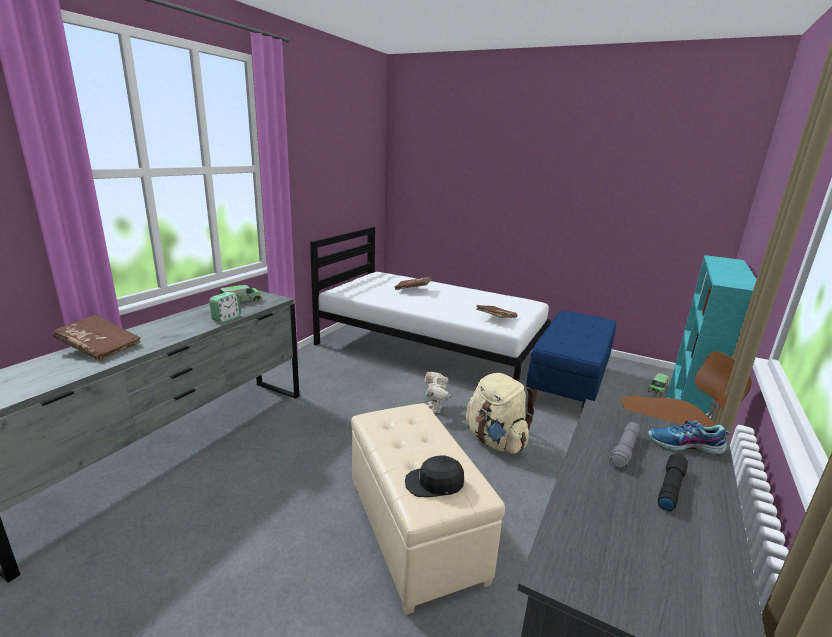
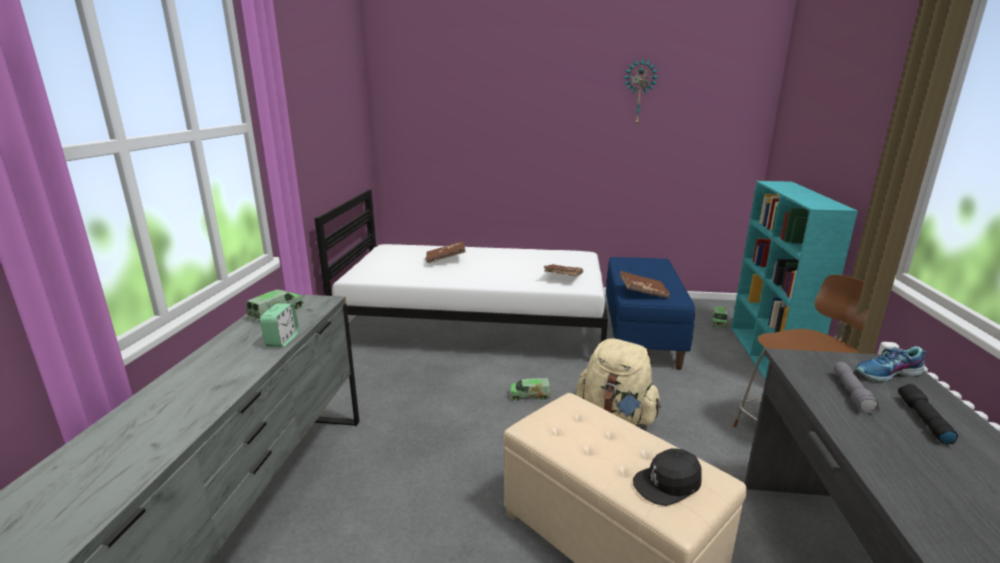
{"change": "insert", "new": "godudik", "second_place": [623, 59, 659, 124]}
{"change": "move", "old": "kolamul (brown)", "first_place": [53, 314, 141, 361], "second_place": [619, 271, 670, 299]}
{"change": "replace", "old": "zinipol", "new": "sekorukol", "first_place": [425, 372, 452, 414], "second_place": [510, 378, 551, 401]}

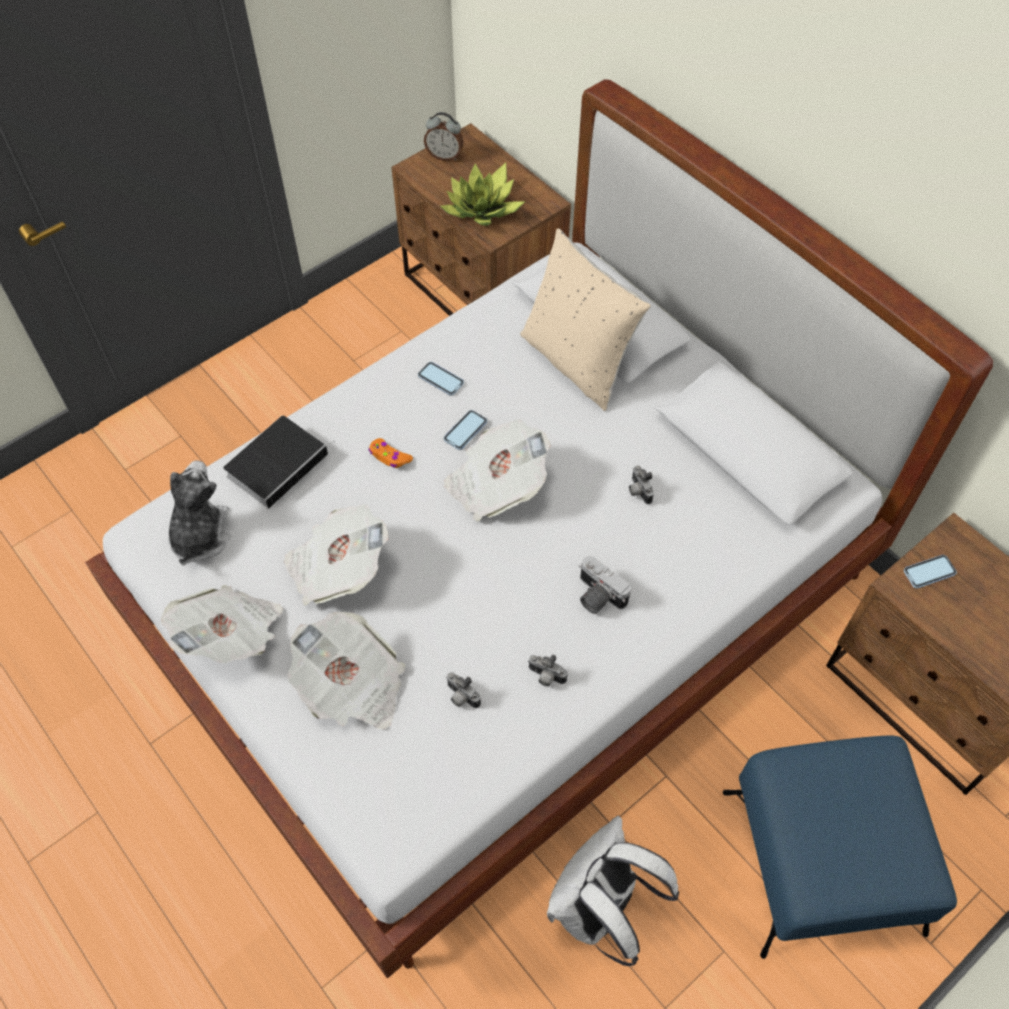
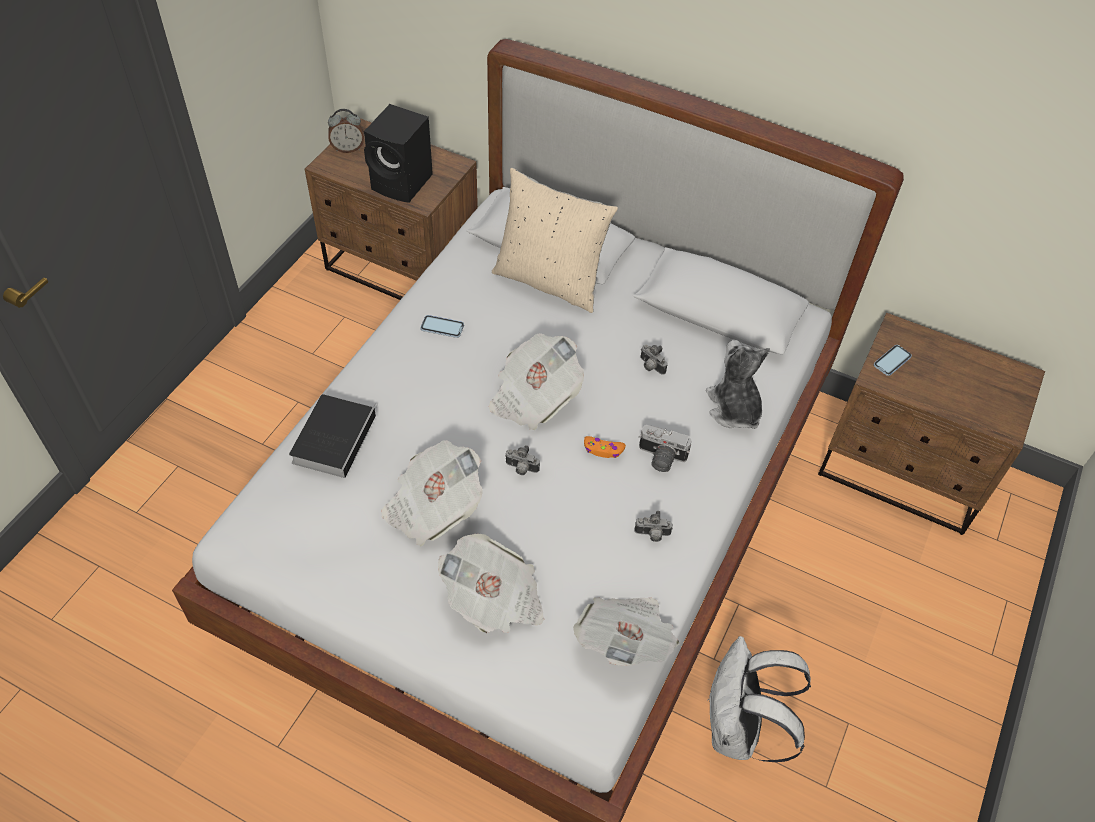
{"change": "delete", "old": "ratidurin", "first_place": [444, 410, 487, 450]}
{"change": "delete", "old": "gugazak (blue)", "first_place": [723, 736, 957, 959]}
{"change": "move", "old": "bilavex", "first_place": [161, 585, 283, 663], "second_place": [573, 597, 679, 666]}
{"change": "move", "old": "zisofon", "first_place": [169, 460, 230, 566], "second_place": [706, 340, 770, 429]}
{"change": "move", "old": "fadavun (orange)", "first_place": [368, 438, 413, 468], "second_place": [584, 436, 626, 458]}
{"change": "move", "old": "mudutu", "first_place": [446, 672, 481, 708], "second_place": [505, 445, 540, 475]}
{"change": "replace", "old": "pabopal", "new": "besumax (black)", "first_place": [441, 163, 524, 226], "second_place": [364, 104, 433, 203]}

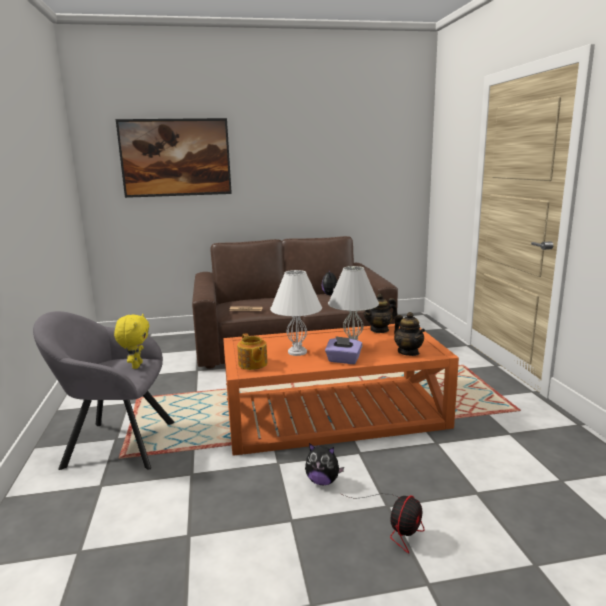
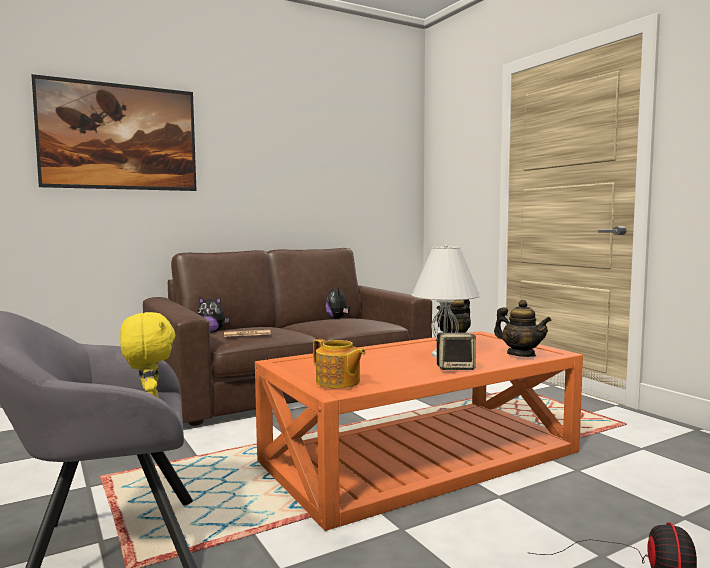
{"change": "delete", "old": "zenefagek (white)", "first_place": [270, 270, 322, 356]}
{"change": "move", "old": "zisofon", "first_place": [305, 443, 344, 485], "second_place": [197, 297, 229, 333]}
{"change": "replace", "old": "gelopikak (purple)", "new": "besumax", "first_place": [325, 336, 362, 364], "second_place": [436, 332, 476, 370]}

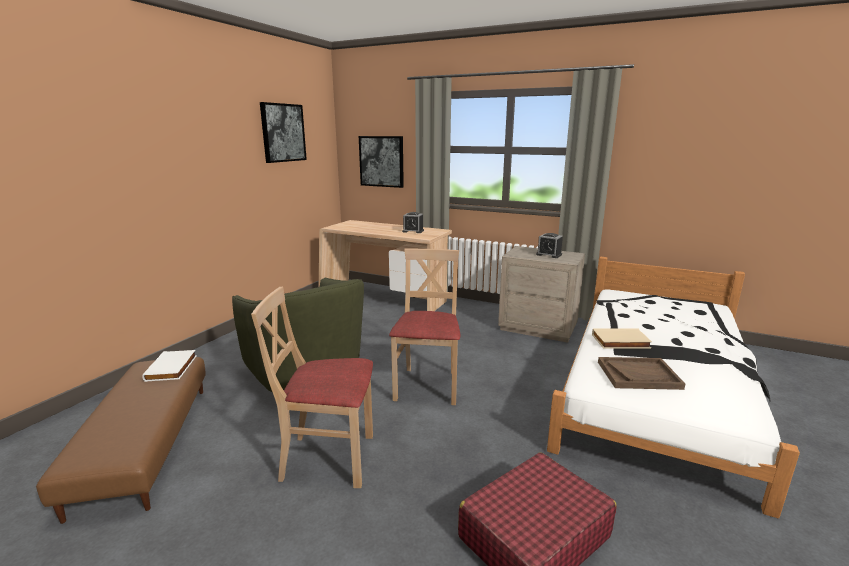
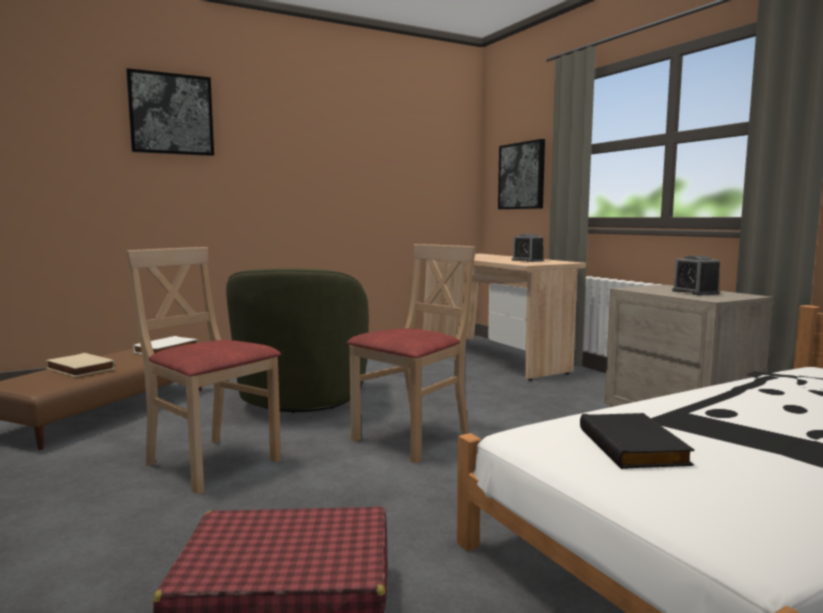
{"change": "move", "old": "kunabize", "first_place": [260, 102, 307, 163], "second_place": [126, 68, 214, 156]}
{"change": "move", "old": "kolamul (beige)", "first_place": [592, 328, 652, 348], "second_place": [46, 353, 115, 377]}
{"change": "replace", "old": "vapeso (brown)", "new": "kolamul (black)", "first_place": [598, 357, 685, 390], "second_place": [580, 413, 694, 469]}

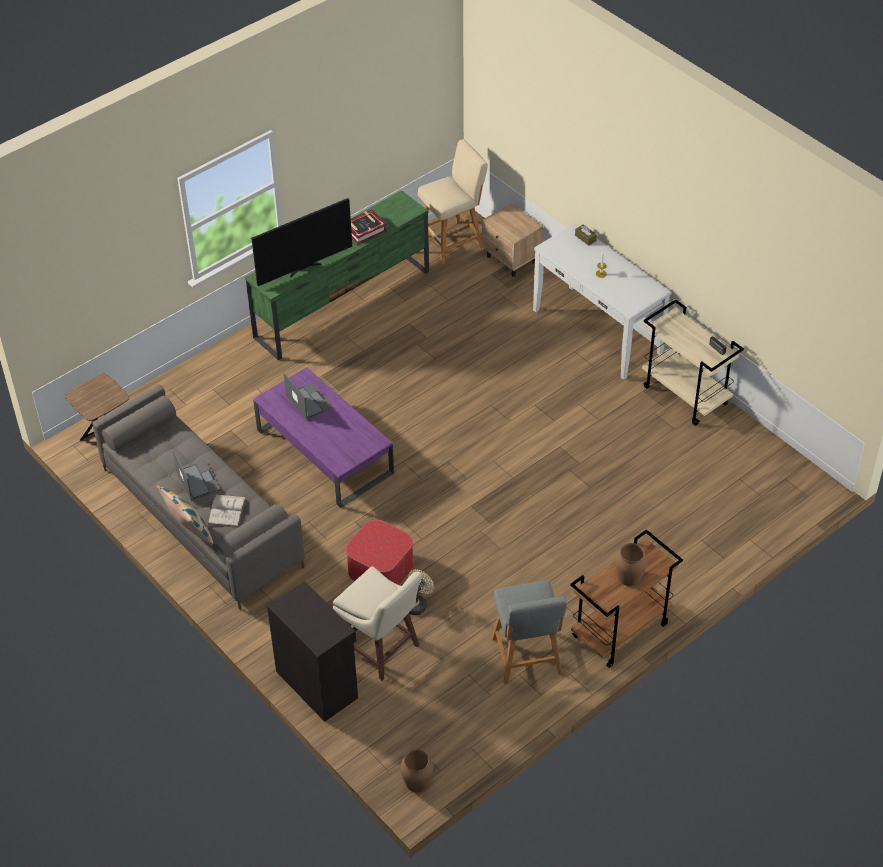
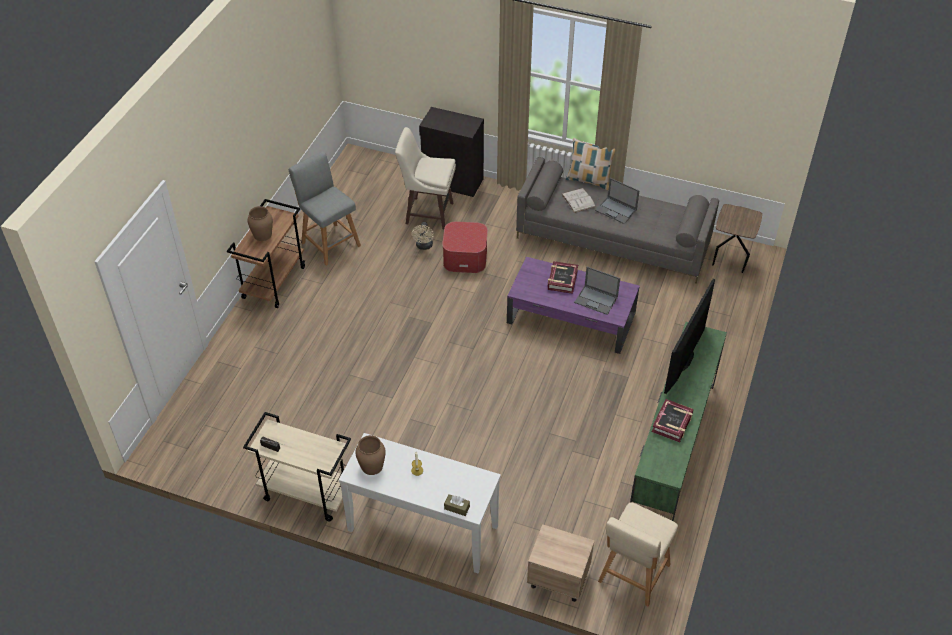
{"change": "insert", "new": "kolamul", "second_place": [548, 261, 578, 294]}
{"change": "move", "old": "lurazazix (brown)", "first_place": [400, 749, 433, 792], "second_place": [355, 435, 386, 475]}

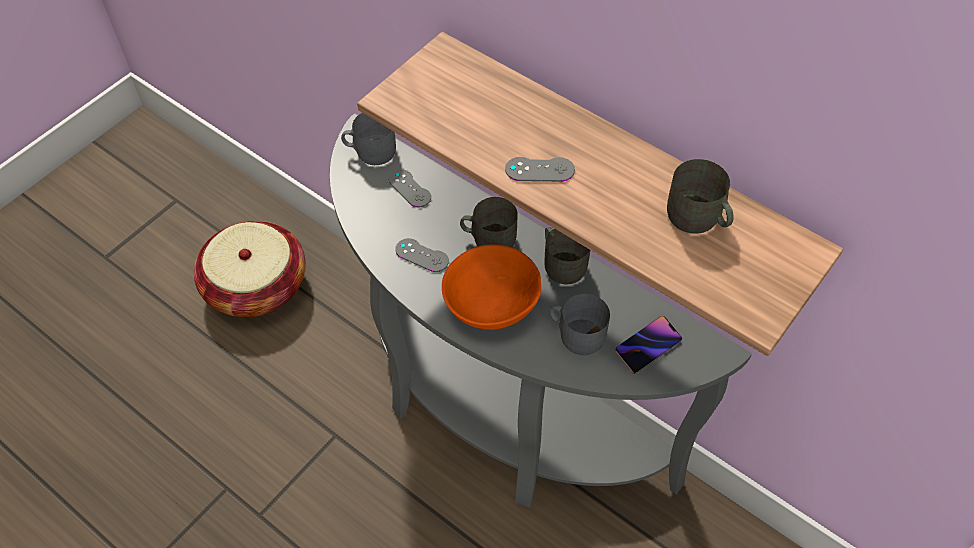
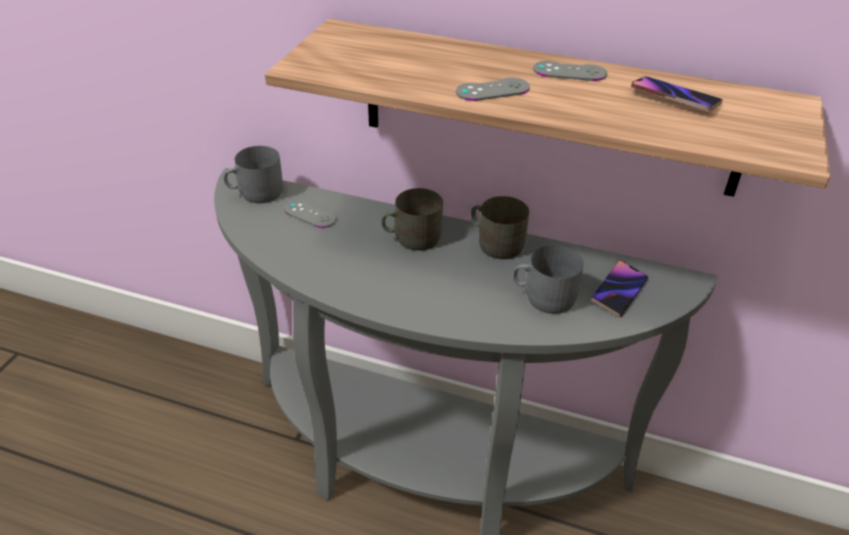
{"change": "delete", "old": "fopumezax", "first_place": [194, 221, 306, 317]}
{"change": "delete", "old": "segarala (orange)", "first_place": [442, 244, 541, 330]}
{"change": "move", "old": "fadavun (grey)", "first_place": [395, 238, 449, 272], "second_place": [533, 61, 607, 81]}
{"change": "replace", "old": "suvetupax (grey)", "new": "ratidurin", "first_place": [667, 159, 734, 234], "second_place": [631, 76, 723, 111]}

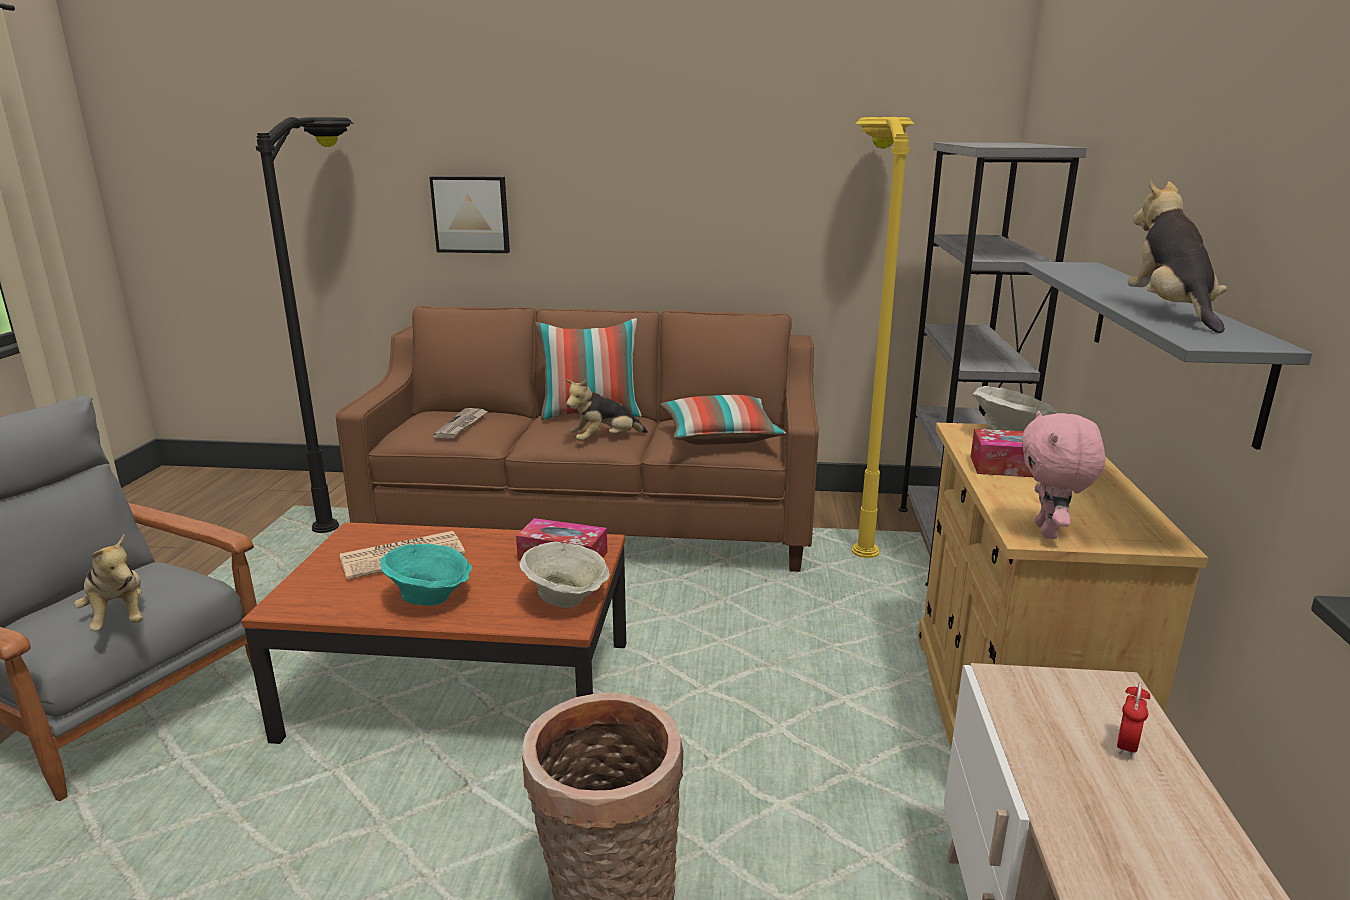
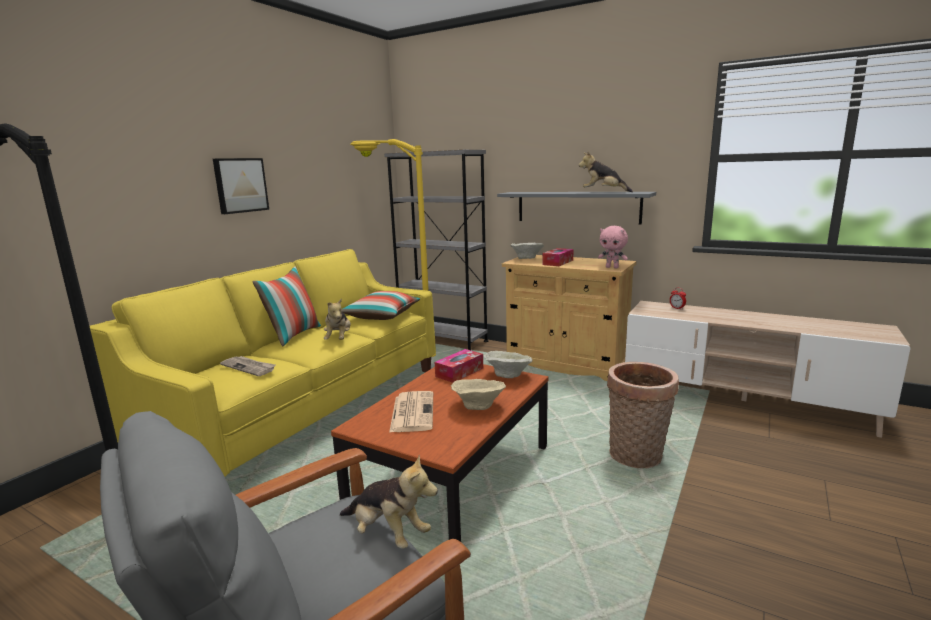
{"change": "move", "old": "kunabize", "first_place": [429, 176, 510, 253], "second_place": [213, 158, 269, 214]}
{"change": "recolor", "old": "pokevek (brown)", "new": "pokevek (yellow)", "first_place": [336, 306, 819, 572], "second_place": [90, 249, 436, 476]}
{"change": "recolor", "old": "segarala (turquoise)", "new": "segarala (beige)", "first_place": [380, 544, 472, 606], "second_place": [451, 379, 506, 410]}
{"change": "rotate", "old": "zisofon", "first_place": [74, 535, 143, 631], "second_place": [340, 455, 438, 549], "degrees": 45}

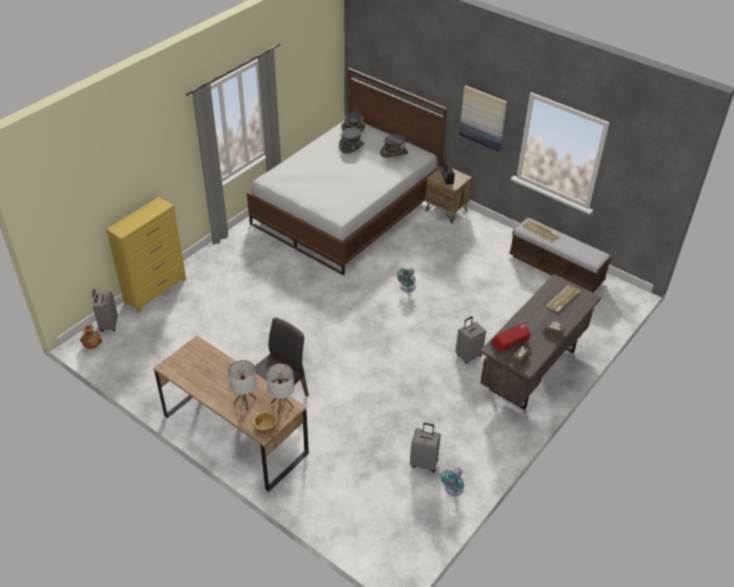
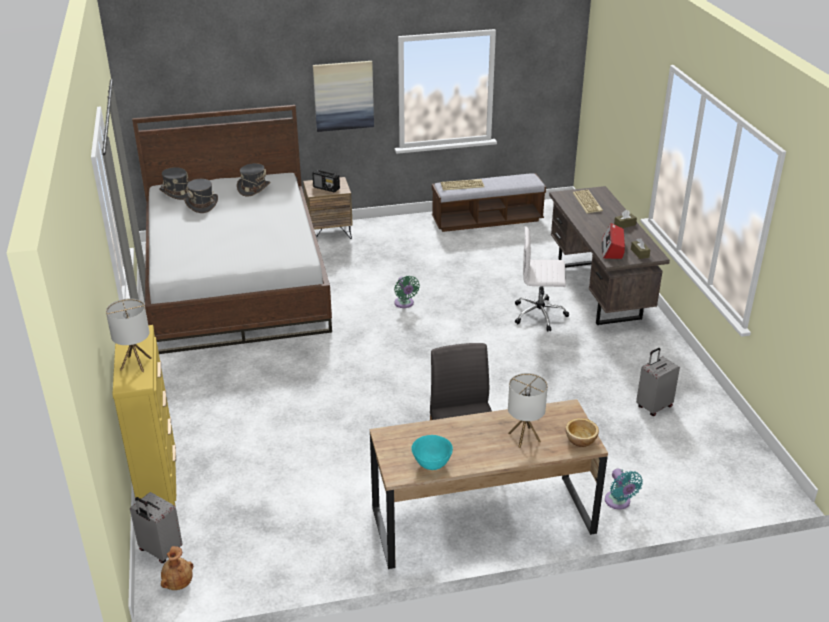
{"change": "insert", "new": "segarala (turquoise)", "second_place": [411, 435, 453, 470]}
{"change": "move", "old": "zenefagek", "first_place": [266, 364, 294, 414], "second_place": [106, 298, 152, 372]}
{"change": "move", "old": "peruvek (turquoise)", "first_place": [440, 467, 464, 496], "second_place": [605, 469, 643, 510]}
{"change": "replace", "old": "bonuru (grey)", "new": "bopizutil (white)", "first_place": [455, 317, 486, 364], "second_place": [515, 226, 569, 332]}

